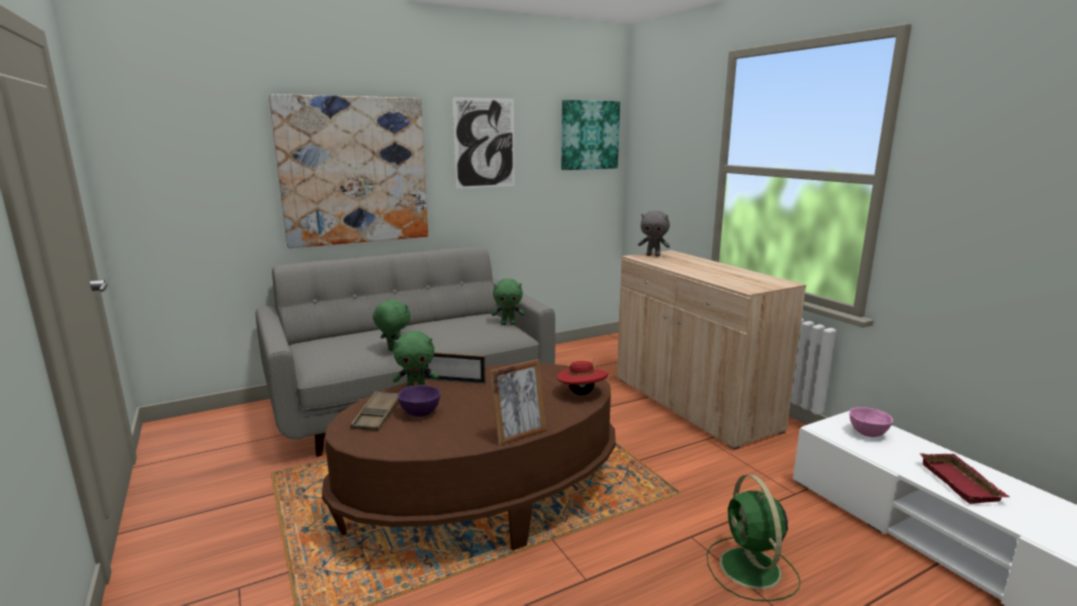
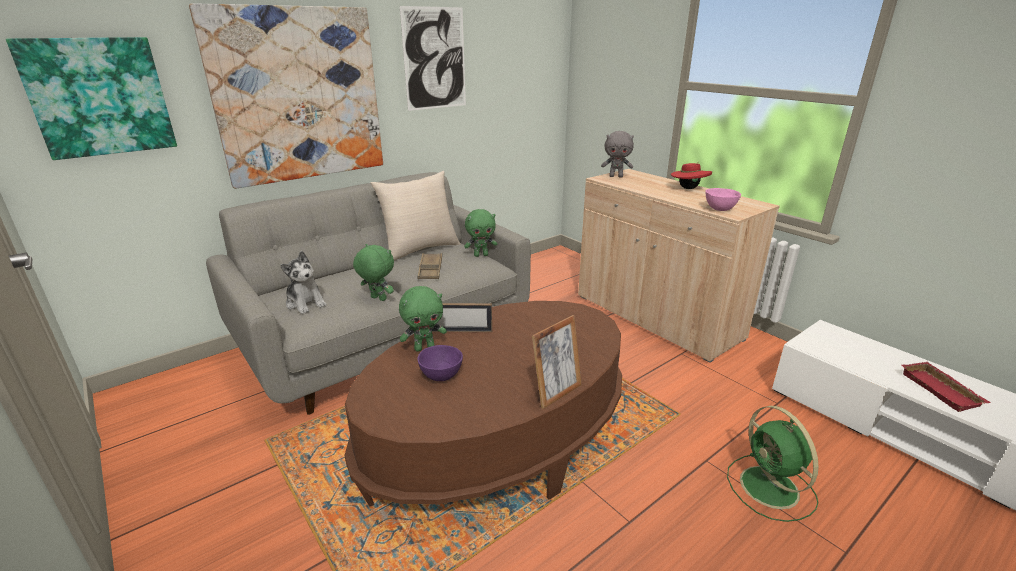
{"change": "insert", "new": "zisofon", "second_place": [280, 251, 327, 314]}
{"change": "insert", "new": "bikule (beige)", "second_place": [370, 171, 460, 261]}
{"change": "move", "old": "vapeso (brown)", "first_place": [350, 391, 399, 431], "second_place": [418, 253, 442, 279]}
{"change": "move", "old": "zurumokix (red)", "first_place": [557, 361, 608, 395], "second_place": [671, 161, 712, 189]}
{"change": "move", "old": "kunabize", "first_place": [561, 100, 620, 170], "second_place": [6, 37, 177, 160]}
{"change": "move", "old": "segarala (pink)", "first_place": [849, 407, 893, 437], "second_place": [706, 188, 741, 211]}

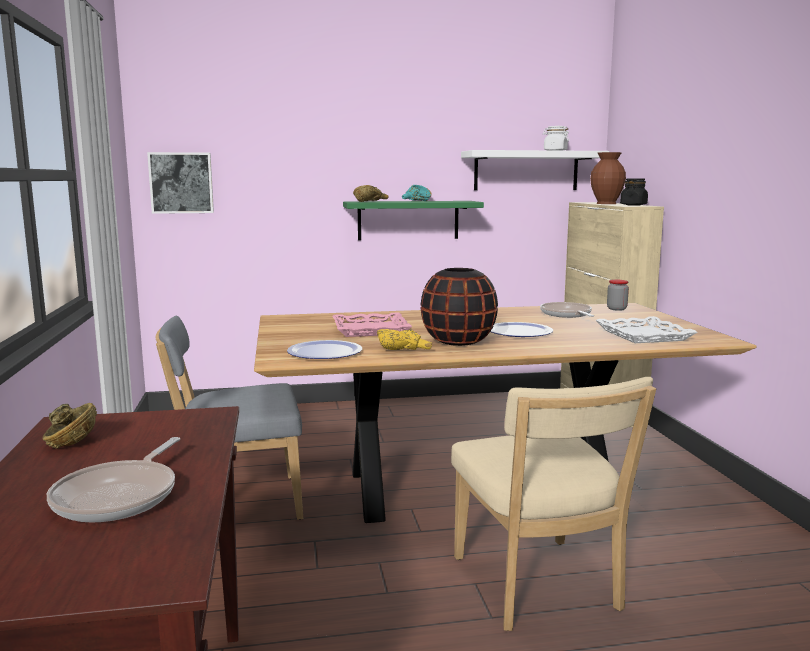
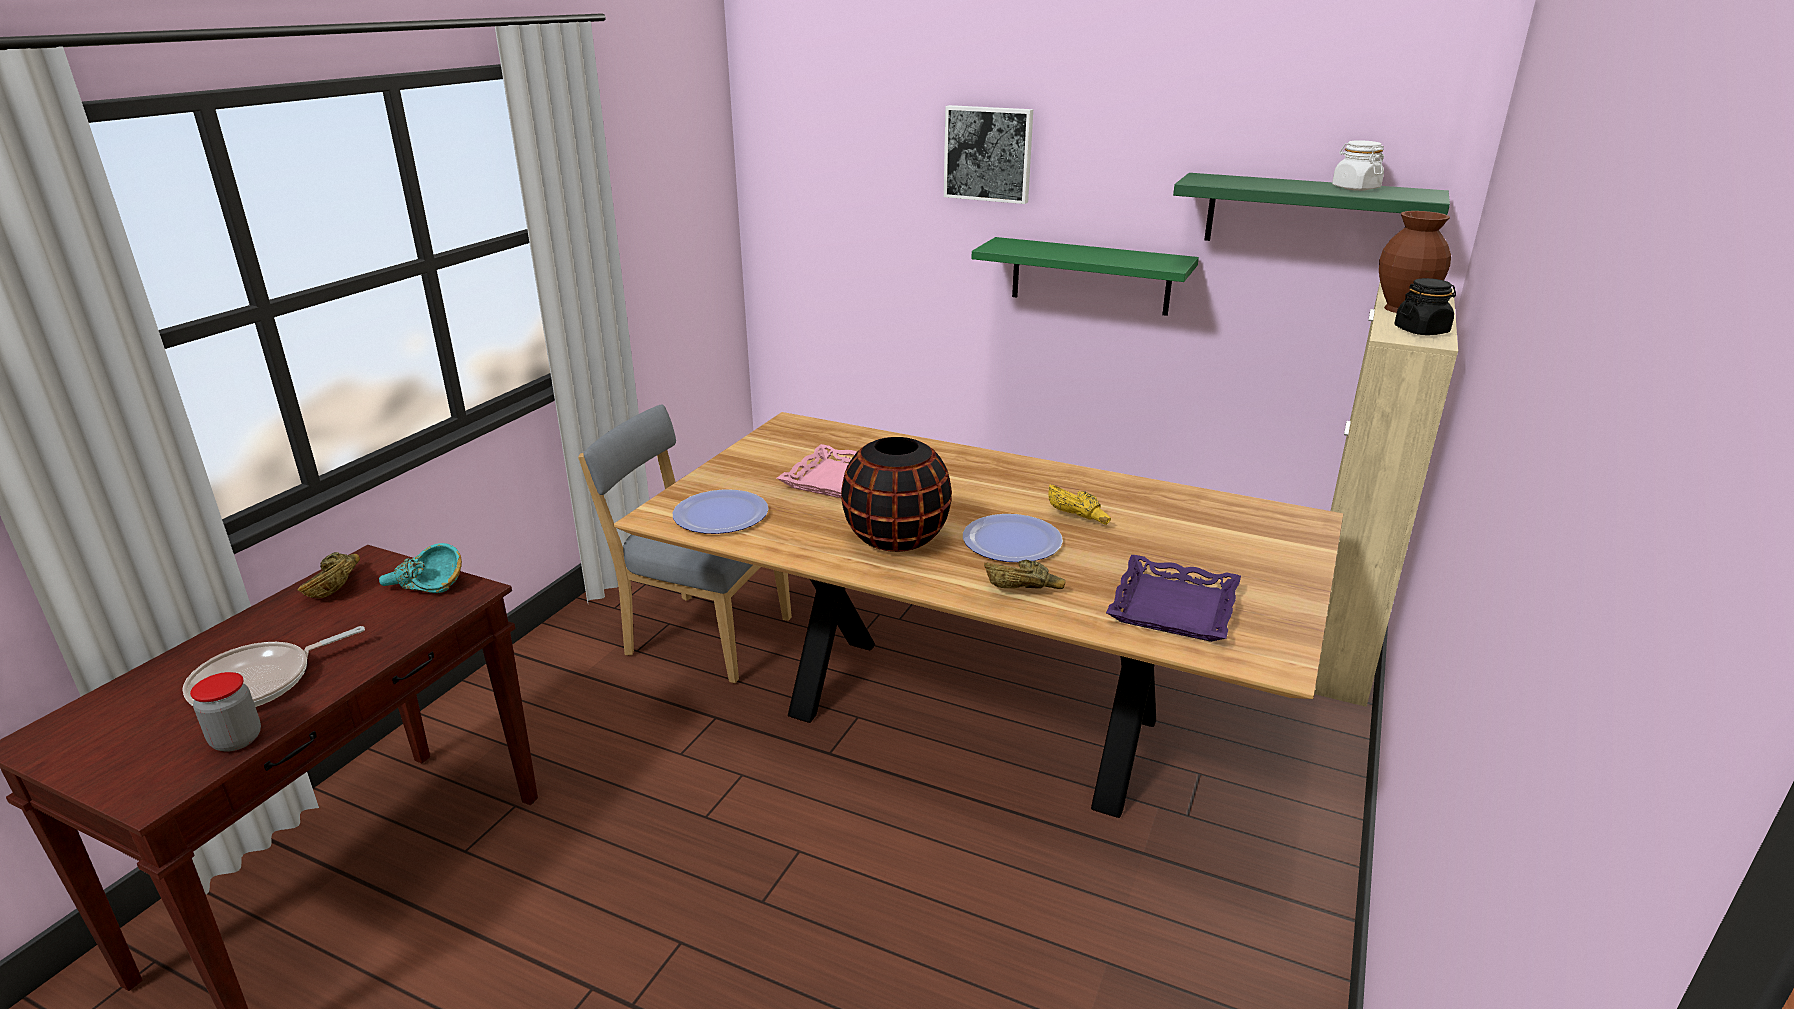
{"change": "delete", "old": "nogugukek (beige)", "first_place": [451, 377, 656, 631]}
{"change": "delete", "old": "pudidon", "first_place": [540, 302, 594, 318]}
{"change": "move", "old": "kunabize", "first_place": [147, 152, 214, 214], "second_place": [944, 105, 1033, 204]}
{"change": "move", "old": "segarala (brown)", "first_place": [353, 185, 389, 202], "second_place": [984, 560, 1065, 589]}
{"change": "move", "old": "segarala (yellow)", "first_place": [377, 329, 432, 350], "second_place": [1048, 484, 1111, 525]}
{"change": "move", "old": "segarala (turquoise)", "first_place": [402, 185, 432, 201], "second_place": [379, 543, 462, 593]}
{"change": "move", "old": "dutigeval", "first_place": [607, 280, 629, 311], "second_place": [190, 672, 261, 752]}
{"change": "recolor", "old": "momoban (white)", "new": "momoban (green)", "first_place": [461, 150, 609, 190], "second_place": [1173, 173, 1450, 241]}
{"change": "recolor", "old": "vapeso (white)", "new": "vapeso (purple)", "first_place": [596, 316, 697, 343], "second_place": [1106, 555, 1241, 642]}

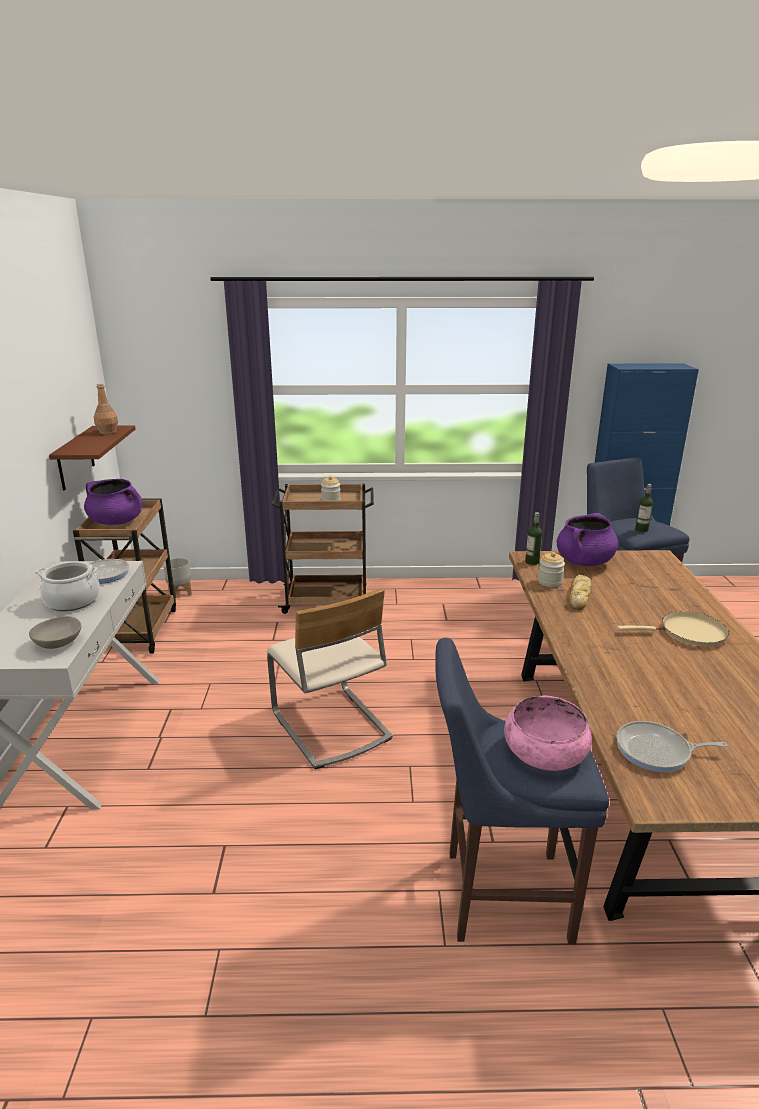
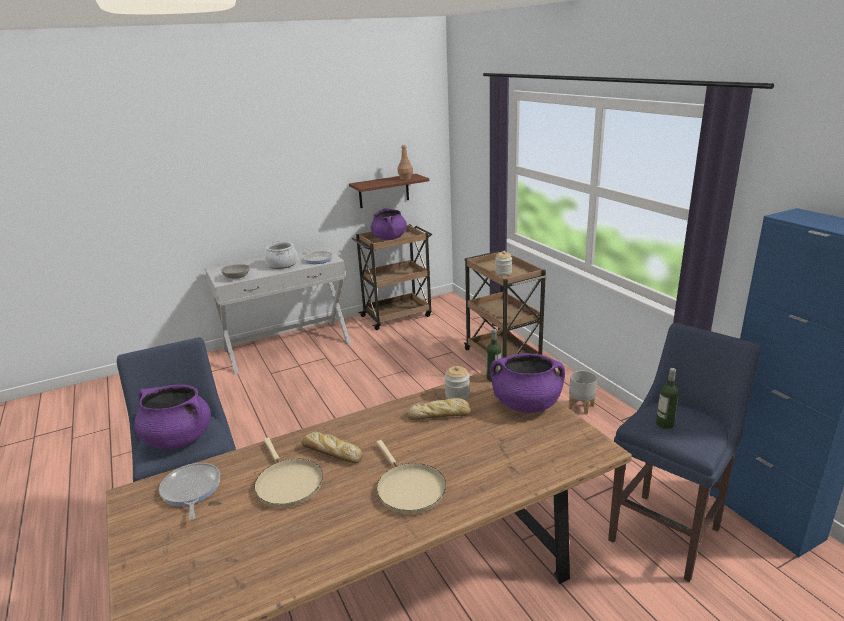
{"change": "delete", "old": "nogugukek (beige)", "first_place": [266, 588, 393, 769]}
{"change": "insert", "new": "pudidon (beige)", "second_place": [254, 437, 323, 508]}
{"change": "insert", "new": "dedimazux", "second_place": [301, 432, 363, 463]}
{"change": "move", "old": "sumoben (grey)", "first_place": [163, 558, 192, 599], "second_place": [569, 371, 597, 415]}
{"change": "replace", "old": "segarala (pink)", "new": "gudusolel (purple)", "first_place": [504, 695, 592, 771], "second_place": [134, 385, 211, 449]}

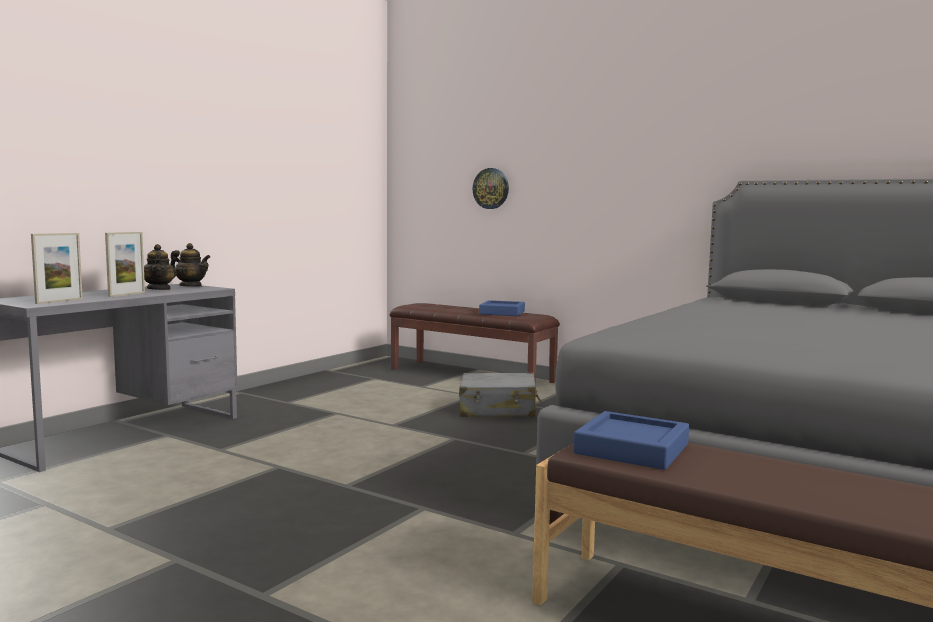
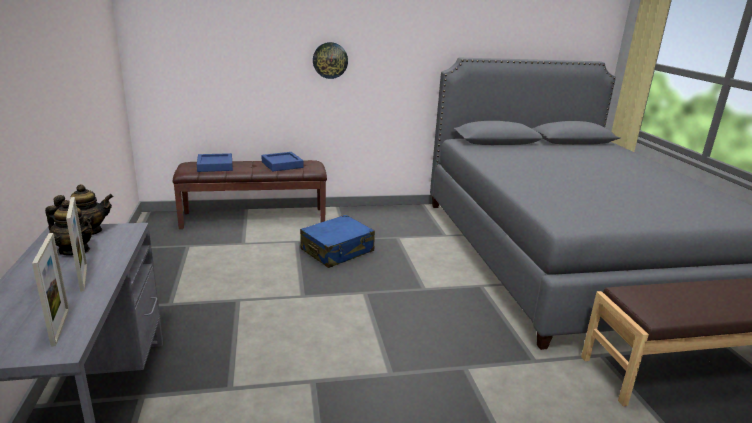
{"change": "move", "old": "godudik", "first_place": [473, 168, 509, 209], "second_place": [313, 42, 348, 79]}
{"change": "move", "old": "vapeso (blue)", "first_place": [573, 411, 689, 470], "second_place": [197, 153, 233, 172]}
{"change": "recolor", "old": "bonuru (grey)", "new": "bonuru (blue)", "first_place": [459, 373, 541, 417], "second_place": [300, 215, 375, 268]}

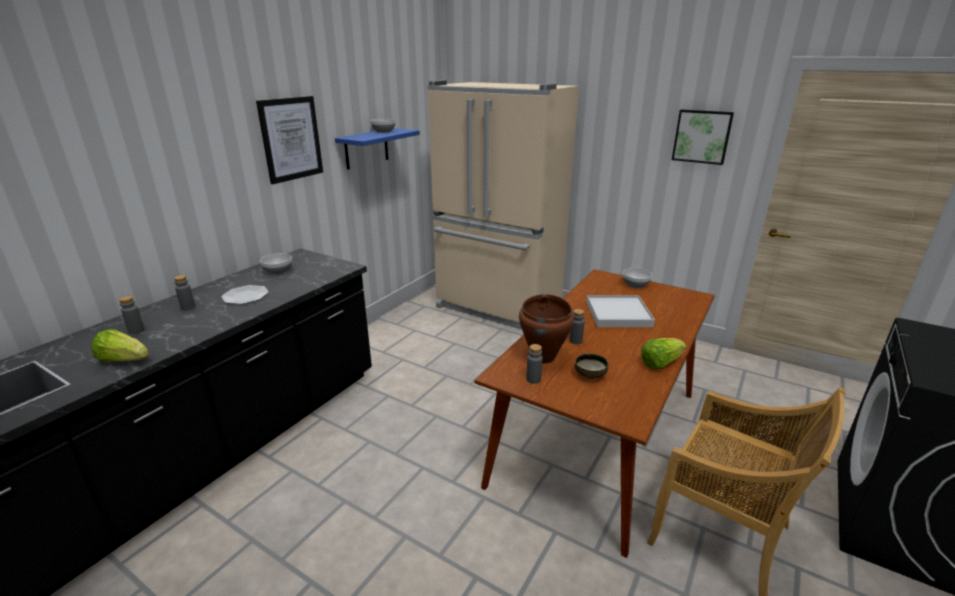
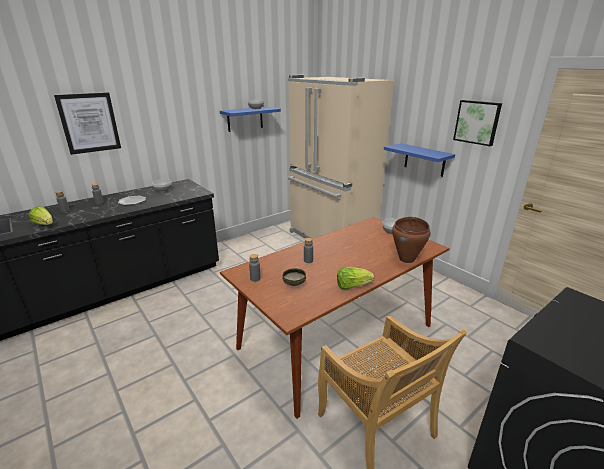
{"change": "delete", "old": "vapeso (white)", "first_place": [586, 295, 655, 327]}
{"change": "insert", "new": "momoban (blue)", "second_place": [384, 143, 455, 177]}
{"change": "move", "old": "kunabize", "first_place": [256, 96, 323, 184], "second_place": [54, 92, 121, 155]}
{"change": "move", "old": "gudusolel (brown)", "first_place": [519, 294, 574, 363], "second_place": [392, 217, 431, 263]}

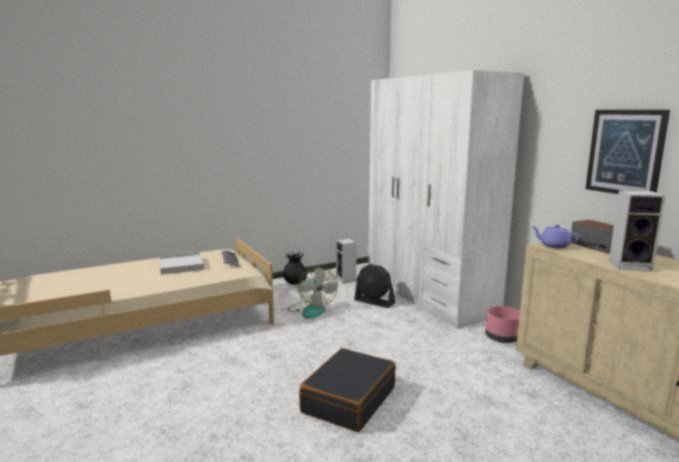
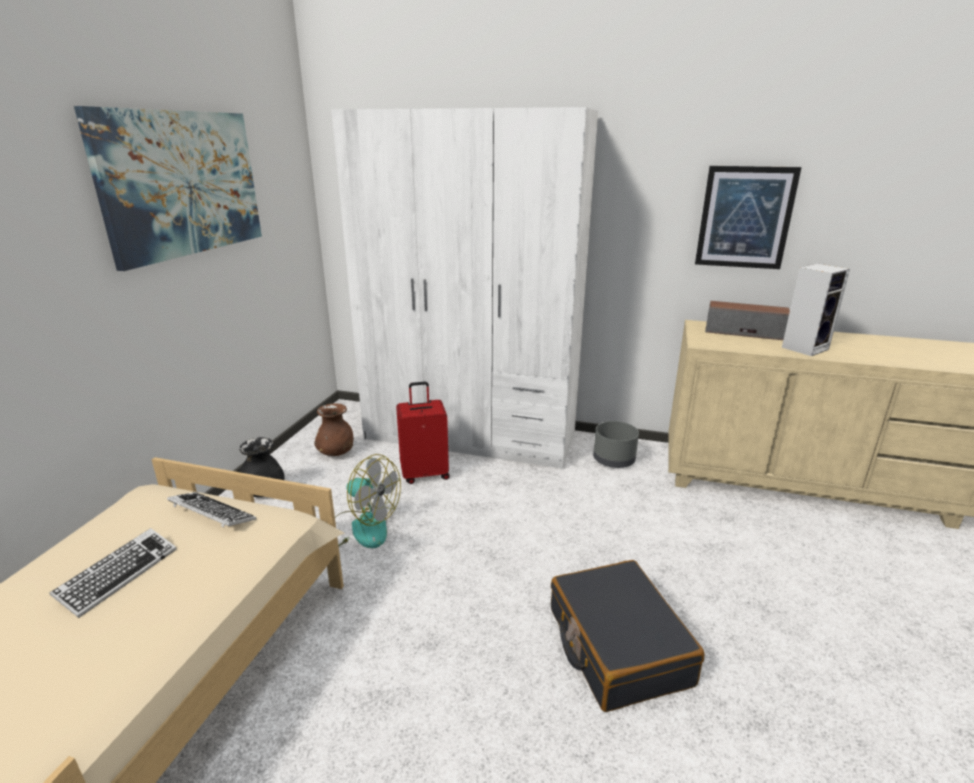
{"change": "delete", "old": "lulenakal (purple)", "first_place": [531, 225, 580, 249]}
{"change": "insert", "new": "kunabize", "second_place": [74, 106, 262, 271]}
{"change": "replace", "old": "vapeso (white)", "new": "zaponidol", "first_place": [159, 253, 204, 275], "second_place": [50, 528, 177, 618]}
{"change": "replace", "old": "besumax", "new": "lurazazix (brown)", "first_place": [336, 239, 357, 284], "second_place": [314, 403, 353, 456]}
{"change": "replace", "old": "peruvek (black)", "new": "bonuru (red)", "first_place": [354, 264, 395, 308], "second_place": [396, 382, 450, 484]}
{"change": "recolor", "old": "sumoben (pink)", "new": "sumoben (grey)", "first_place": [485, 306, 520, 343], "second_place": [593, 421, 639, 468]}

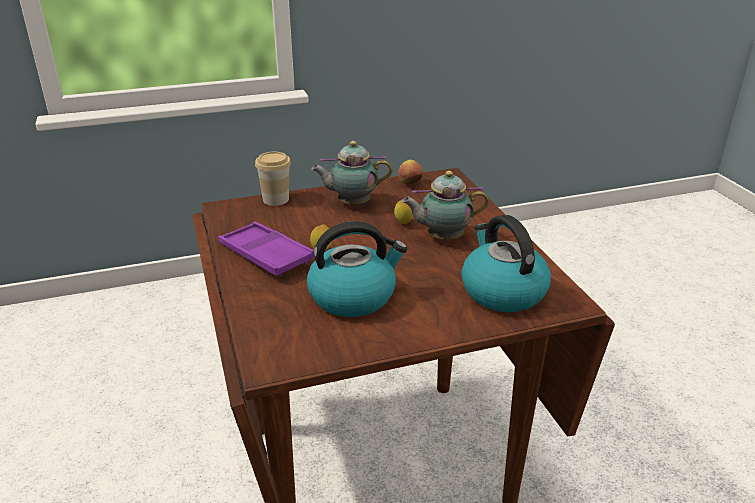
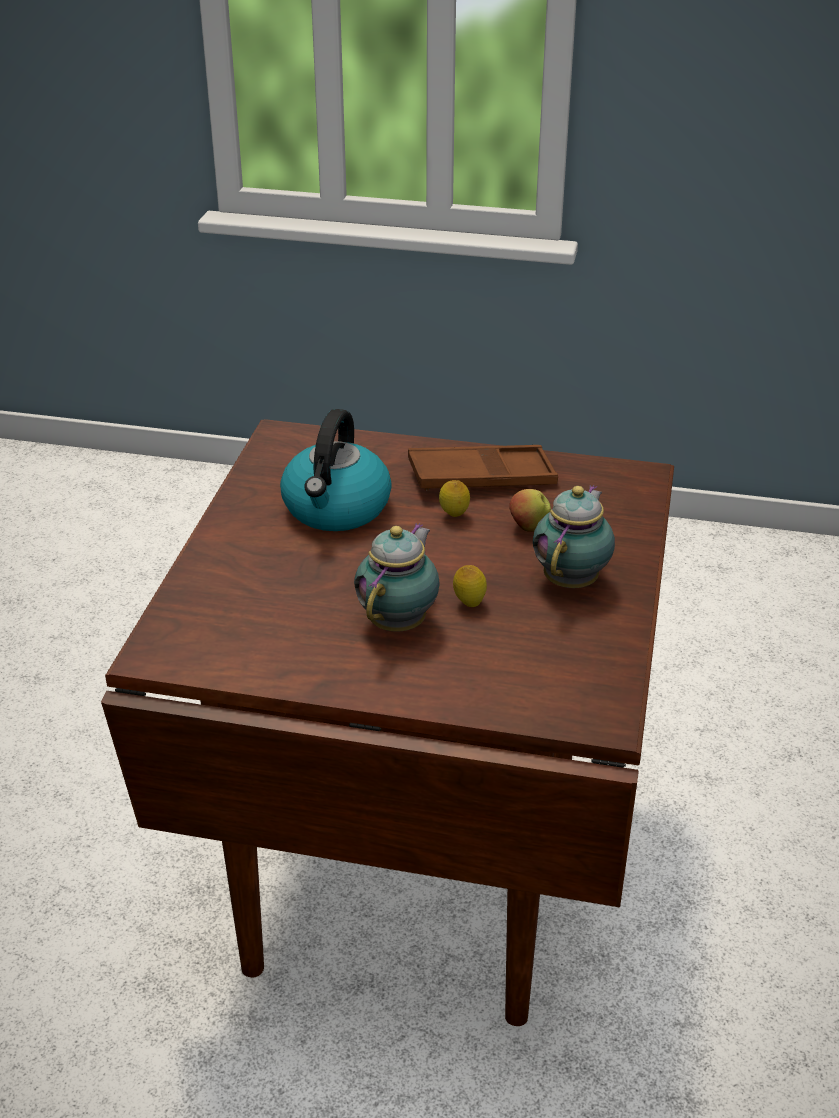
{"change": "delete", "old": "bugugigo", "first_place": [255, 152, 291, 206]}
{"change": "delete", "old": "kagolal", "first_place": [461, 215, 551, 312]}
{"change": "move", "old": "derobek", "first_place": [398, 159, 423, 184], "second_place": [509, 489, 551, 532]}
{"change": "recolor", "old": "vapeso (purple)", "new": "vapeso (brown)", "first_place": [218, 222, 315, 276], "second_place": [408, 445, 558, 491]}

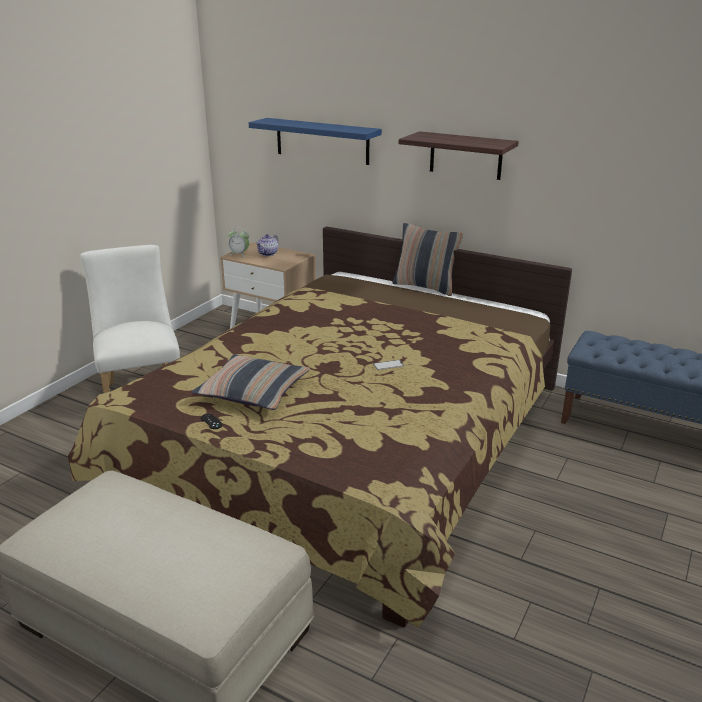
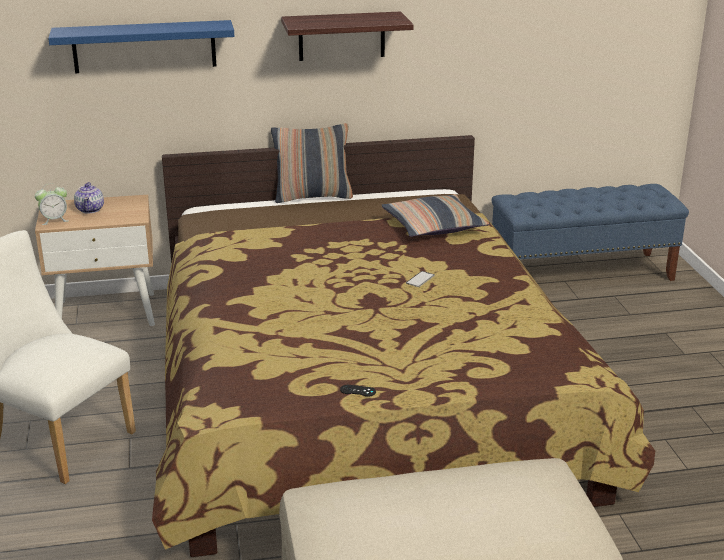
{"change": "move", "old": "bikule", "first_place": [192, 354, 310, 410], "second_place": [382, 194, 489, 237]}

